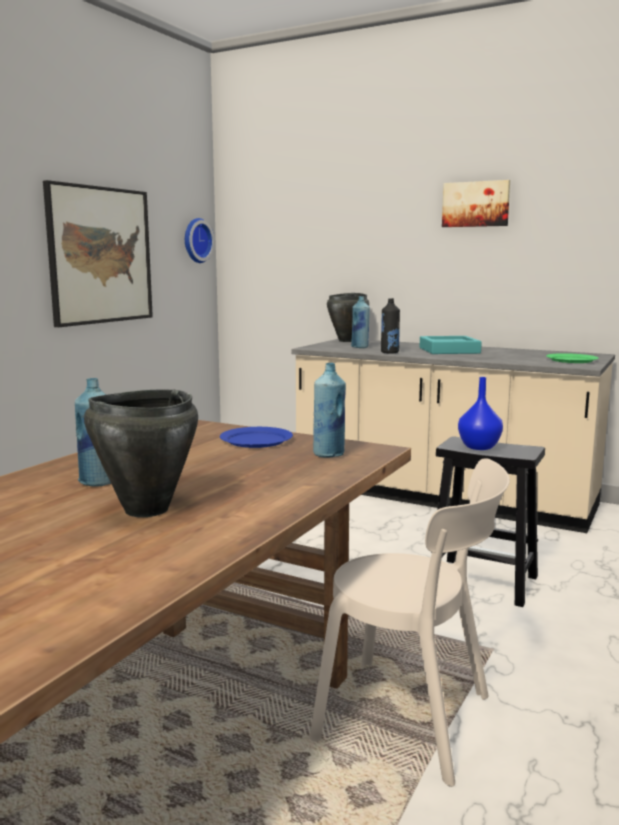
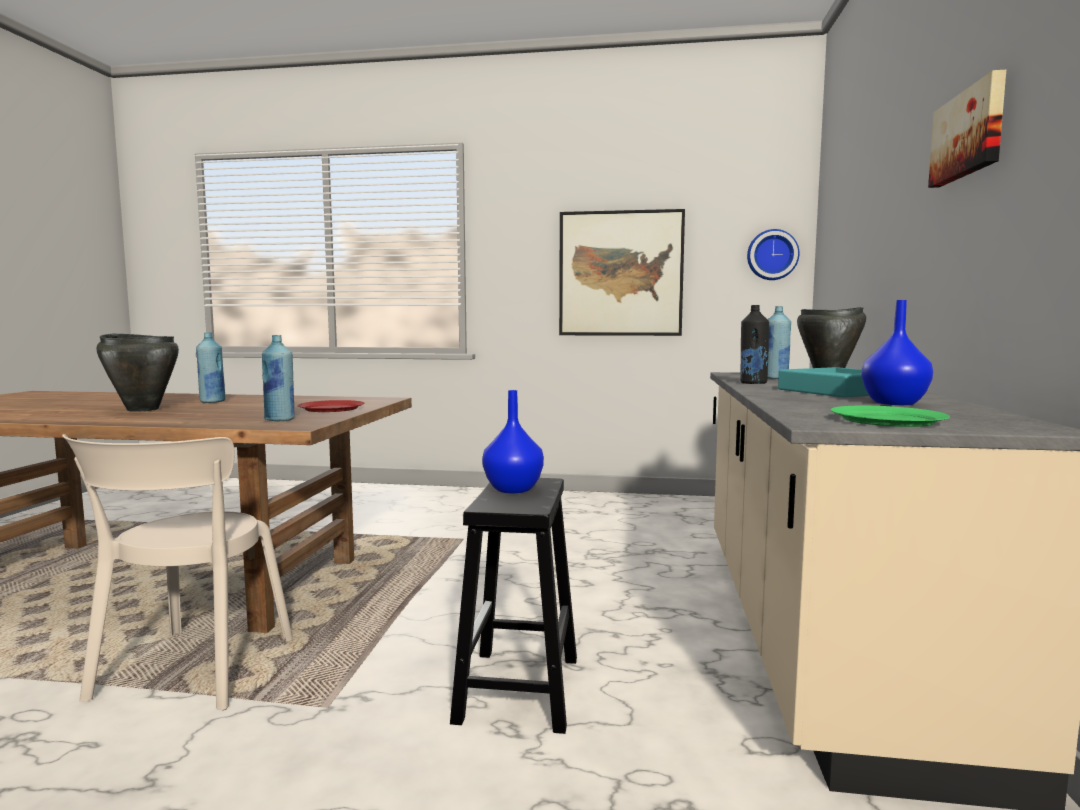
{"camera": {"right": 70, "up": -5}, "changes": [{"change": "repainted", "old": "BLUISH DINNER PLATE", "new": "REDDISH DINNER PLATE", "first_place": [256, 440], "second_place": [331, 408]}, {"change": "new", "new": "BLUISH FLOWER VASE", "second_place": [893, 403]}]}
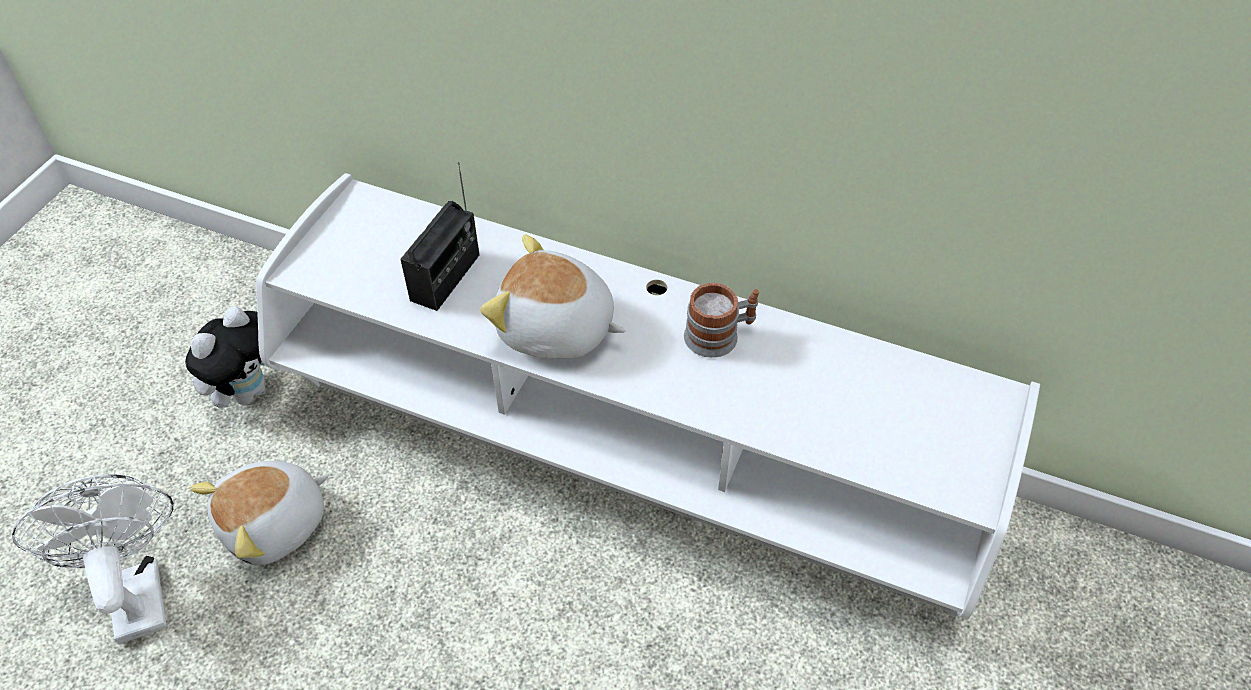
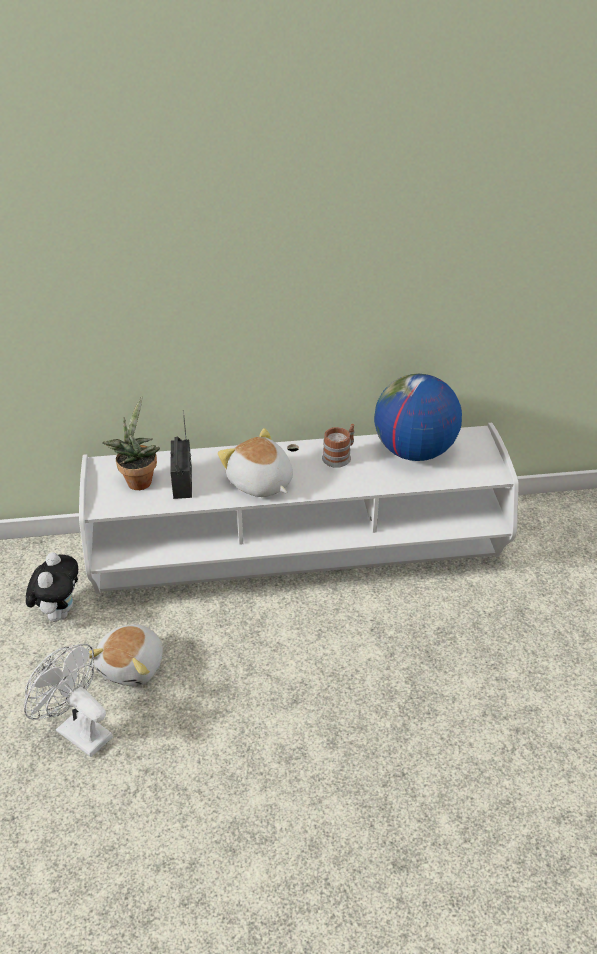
{"camera": {"right": -30, "up": -10}, "changes": [{"change": "new", "new": "POTTED PLANT", "second_place": [138, 480]}, {"change": "rotated", "old": "CUDDLY TOY", "first_place": [556, 330], "second_place": [259, 483], "degrees": 60}, {"change": "new", "new": "DESK GLOBE", "second_place": [414, 451]}]}
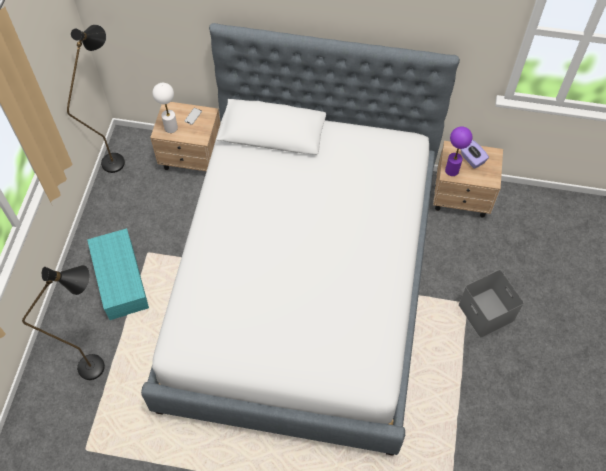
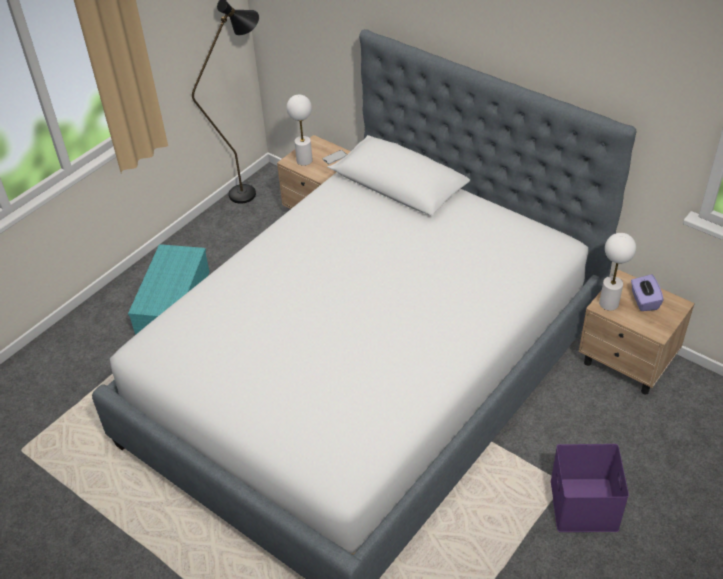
{"camera": {"right": 30, "up": -15}, "changes": [{"change": "repainted", "old": "GREY STORAGE BIN", "new": "PURPLE STORAGE BIN", "first_place": [484, 312], "second_place": [582, 503]}, {"change": "repainted", "old": "PURPLE TABLE LAMP", "new": "WHITE-COLOURED TABLE LAMP", "first_place": [451, 170], "second_place": [608, 303]}, {"change": "gone", "old": "BLACKISH FLOOR LAMP", "first_place": [101, 364]}]}
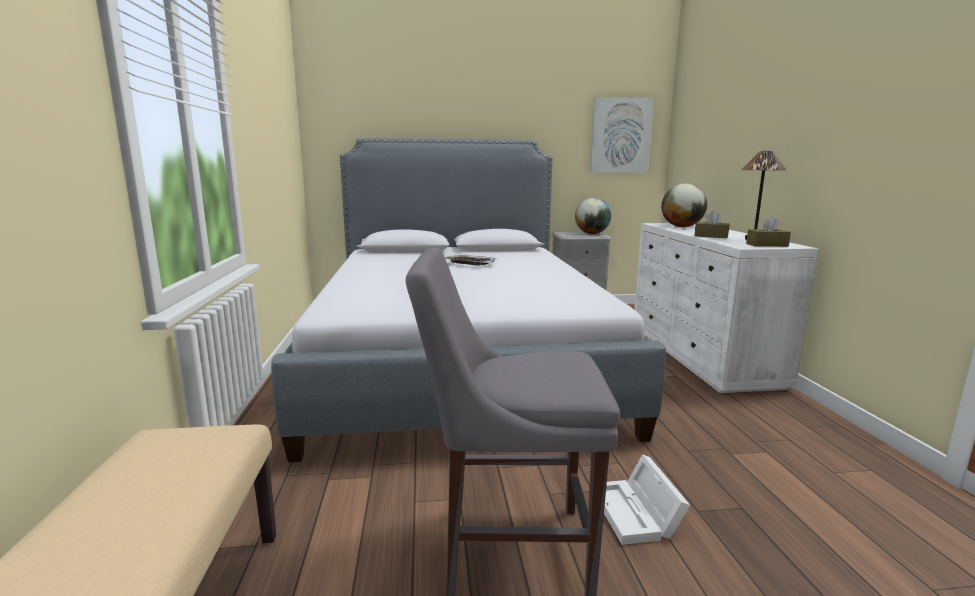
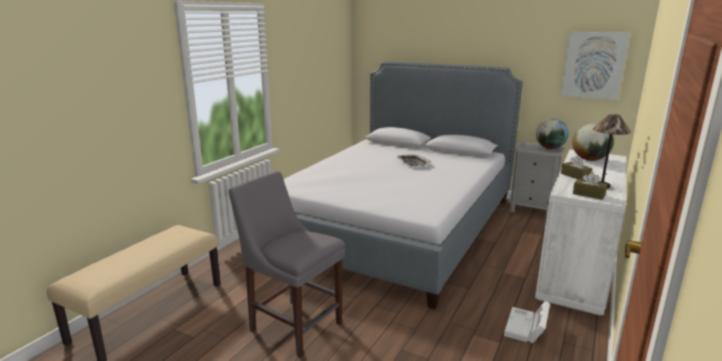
{"camera": {"right": 35, "up": 5}, "changes": [{"change": "shifted", "old": "WHITE-COLOURED STORAGE BIN", "first_place": [637, 514], "second_place": [526, 328]}]}
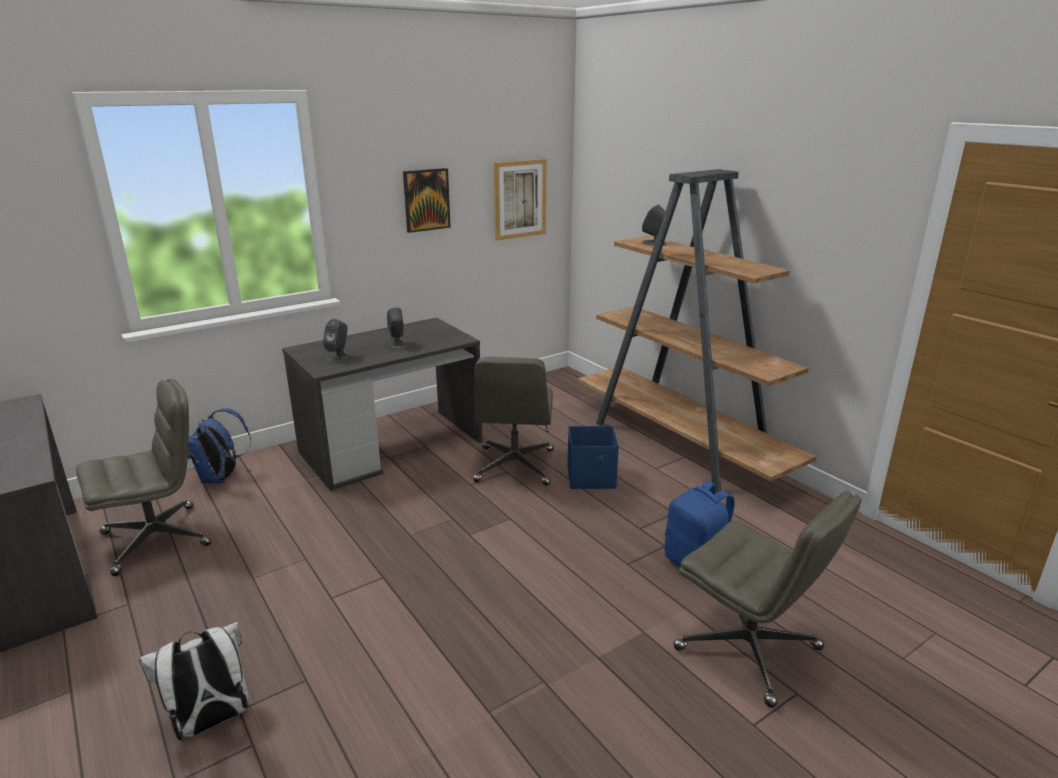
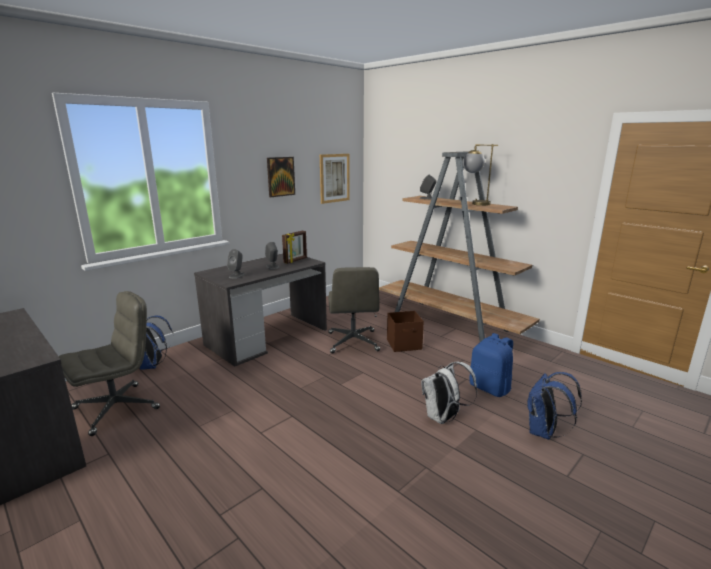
{"camera": {"right": -10, "up": -5}, "changes": [{"change": "new", "new": "PICTURE FRAME", "second_place": [295, 260]}, {"change": "repainted", "old": "BLUISH STORAGE BIN", "new": "BROWN-COLOURED STORAGE BIN", "first_place": [592, 478], "second_place": [404, 344]}, {"change": "shifted", "old": "WHITE-COLOURED BACKPACK", "first_place": [211, 721], "second_place": [443, 418]}, {"change": "new", "new": "TABLE LAMP", "second_place": [474, 203]}, {"change": "swapped", "old": "GREY OFFICE CHAIR", "new": "BLUISH BACKPACK", "first_place": [750, 649], "second_place": [544, 432]}]}
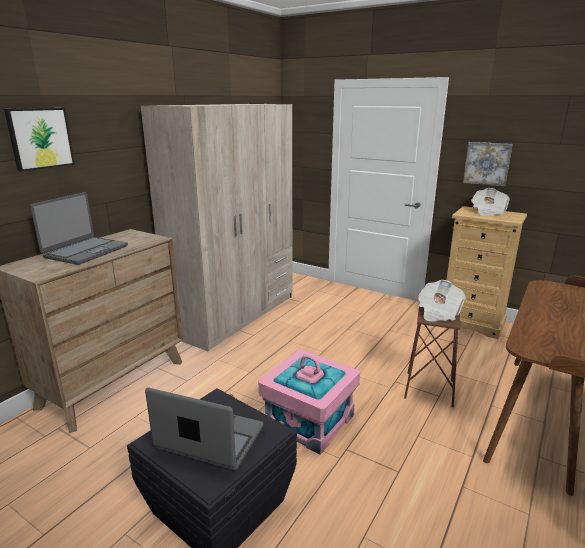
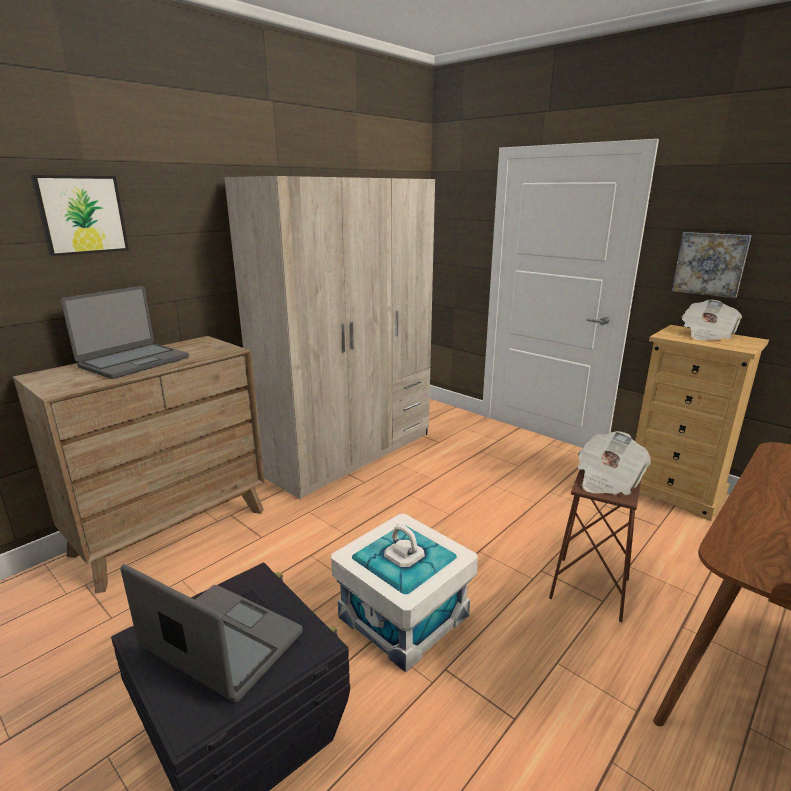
{"camera": {"right": 10, "up": 0}, "changes": [{"change": "repainted", "old": "PINK-COLOURED STORAGE BIN", "new": "WHITE-COLOURED STORAGE BIN", "first_place": [309, 420], "second_place": [404, 616]}]}
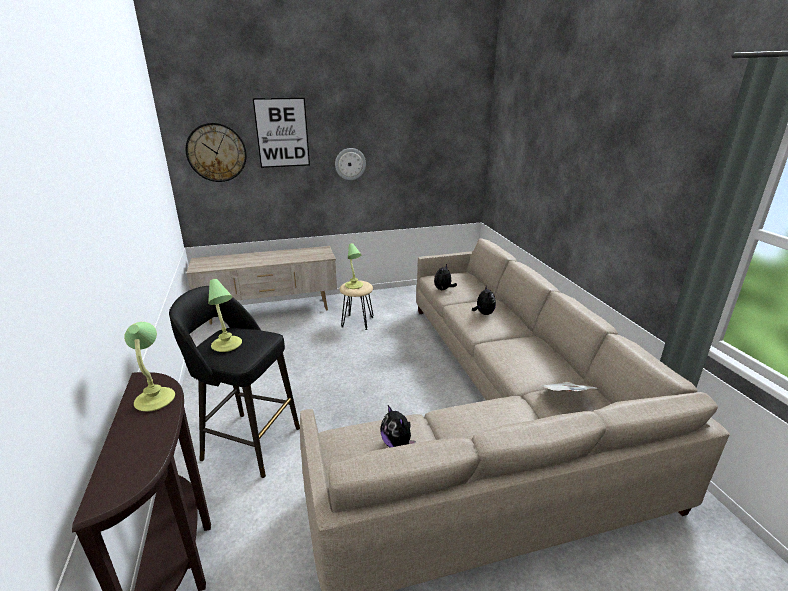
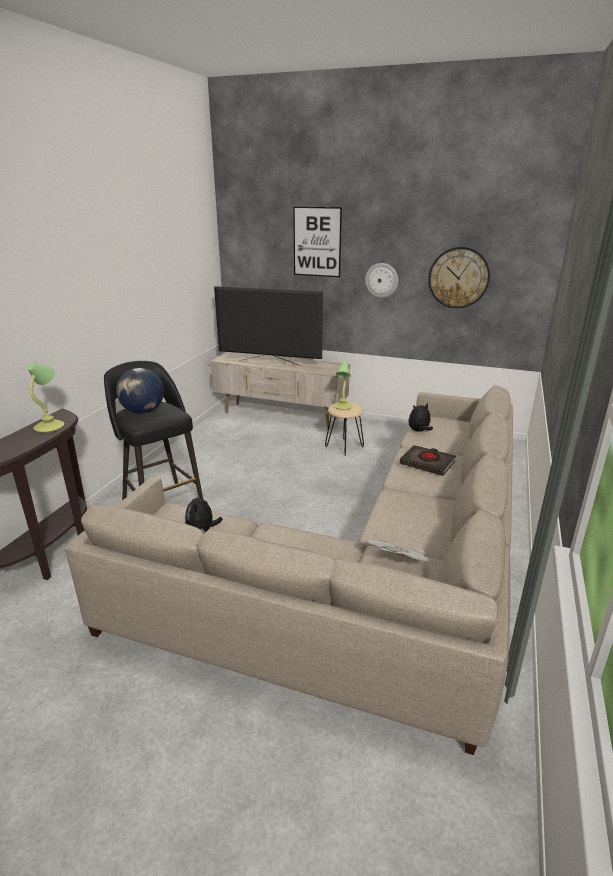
{"camera": {"right": 35, "up": 0}, "changes": [{"change": "swapped", "old": "TABLE LAMP", "new": "DESK GLOBE", "first_place": [226, 345], "second_place": [143, 412]}, {"change": "new", "new": "TV", "second_place": [269, 363]}, {"change": "swapped", "old": "CUDDLY TOY", "new": "BLACKISH BOUND BOOK", "first_place": [483, 313], "second_place": [427, 463]}, {"change": "shifted", "old": "HANGING CLOCK", "first_place": [216, 152], "second_place": [458, 278]}]}
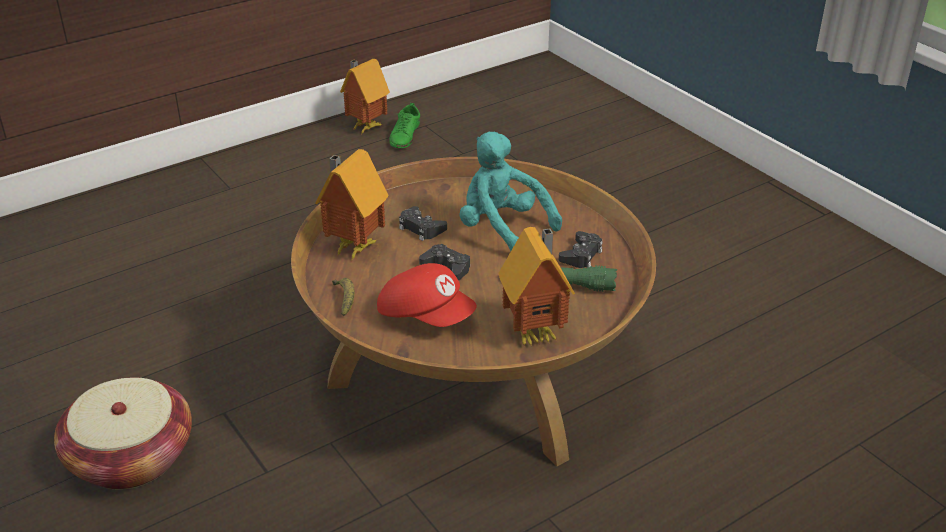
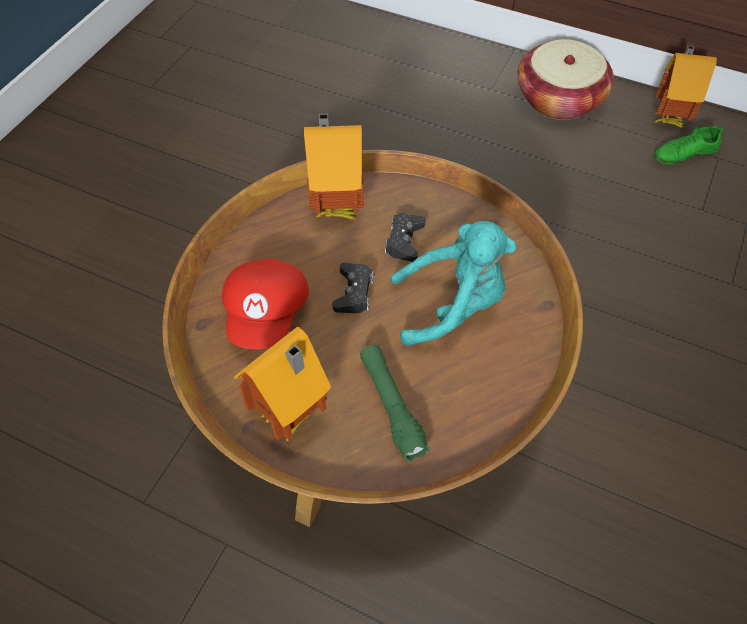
{"camera": {"right": 60, "up": 20}, "changes": [{"change": "rotated", "old": "TURQUOISE CUDDLY TOY", "first_place": [502, 229], "second_place": [452, 306], "degrees": 75}, {"change": "shifted", "old": "STORAGE BASKET", "first_place": [131, 458], "second_place": [558, 100]}, {"change": "gone", "old": "WHOLE BANANA", "first_place": [345, 300]}, {"change": "gone", "old": "BLACKISH GAME CONTROLLER", "first_place": [581, 255]}]}
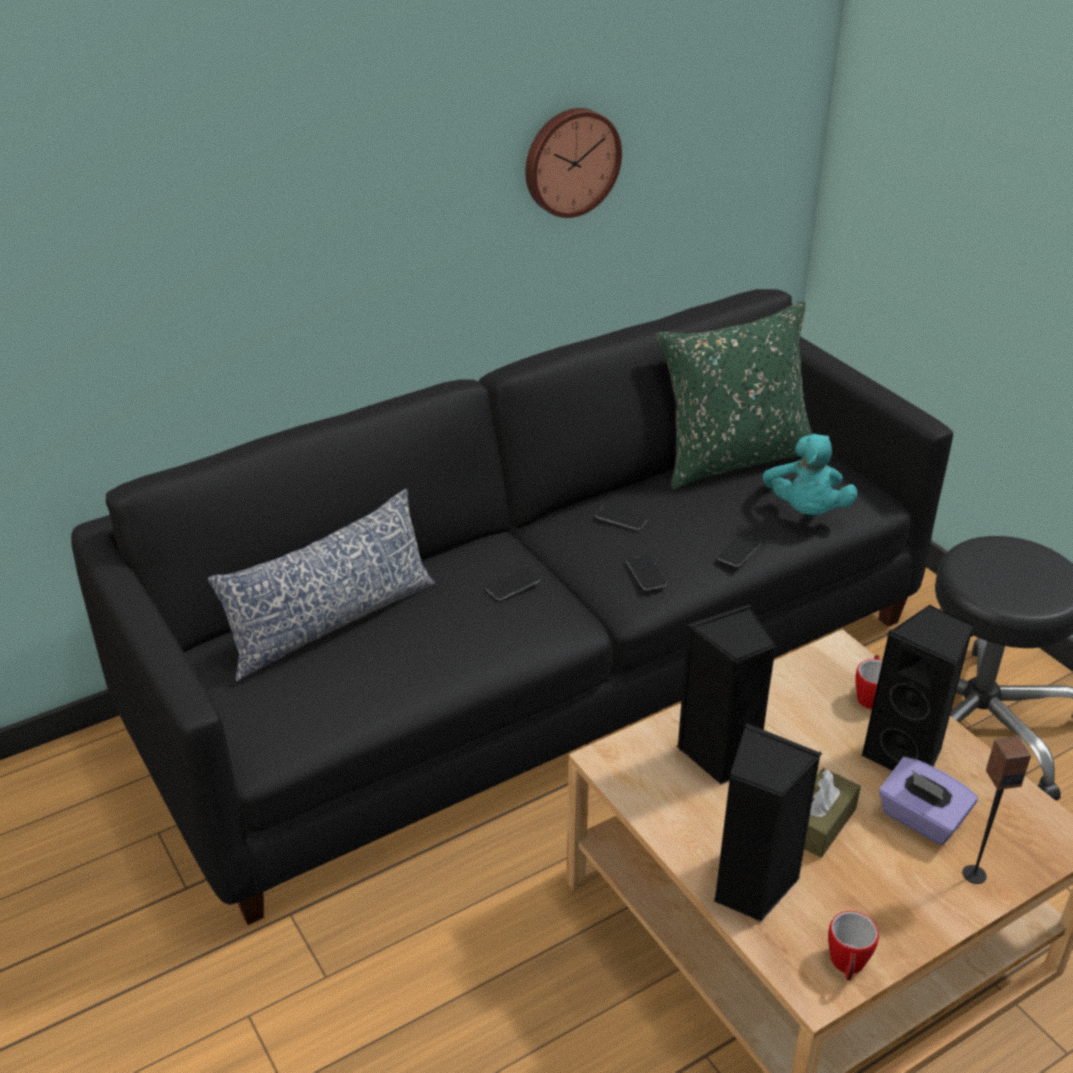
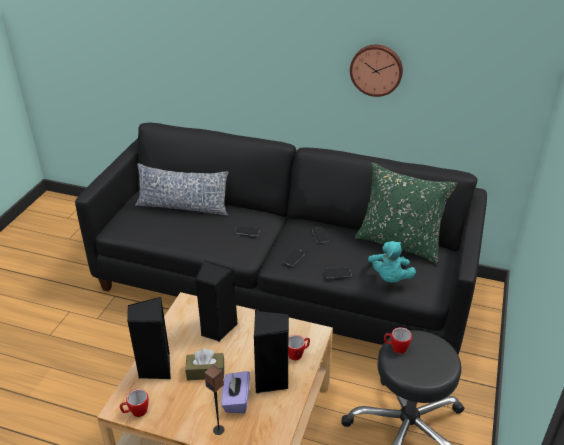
{"camera": {"right": 50, "up": 0}, "changes": [{"change": "rotated", "old": "TURQUOISE CUDDLY TOY", "first_place": [805, 511], "second_place": [389, 278], "degrees": -45}, {"change": "new", "new": "MUG", "second_place": [396, 348]}]}
